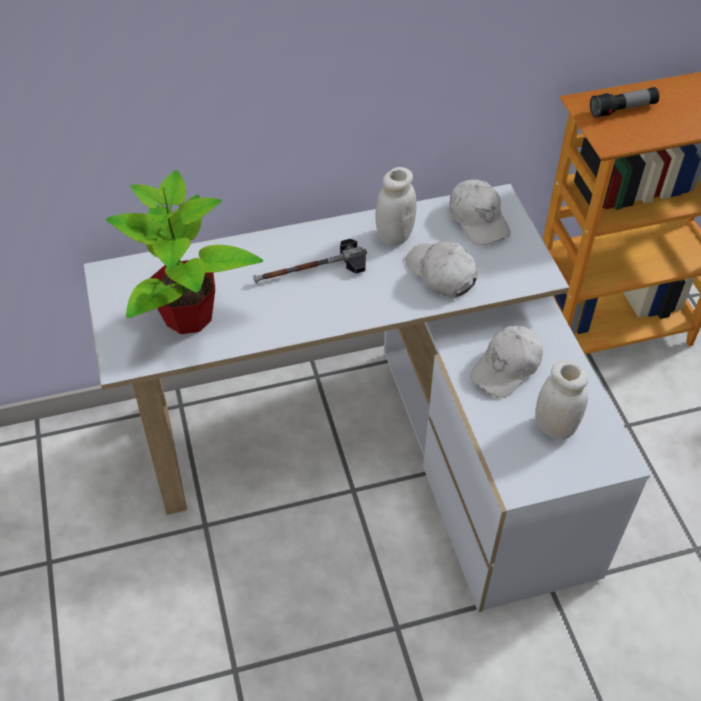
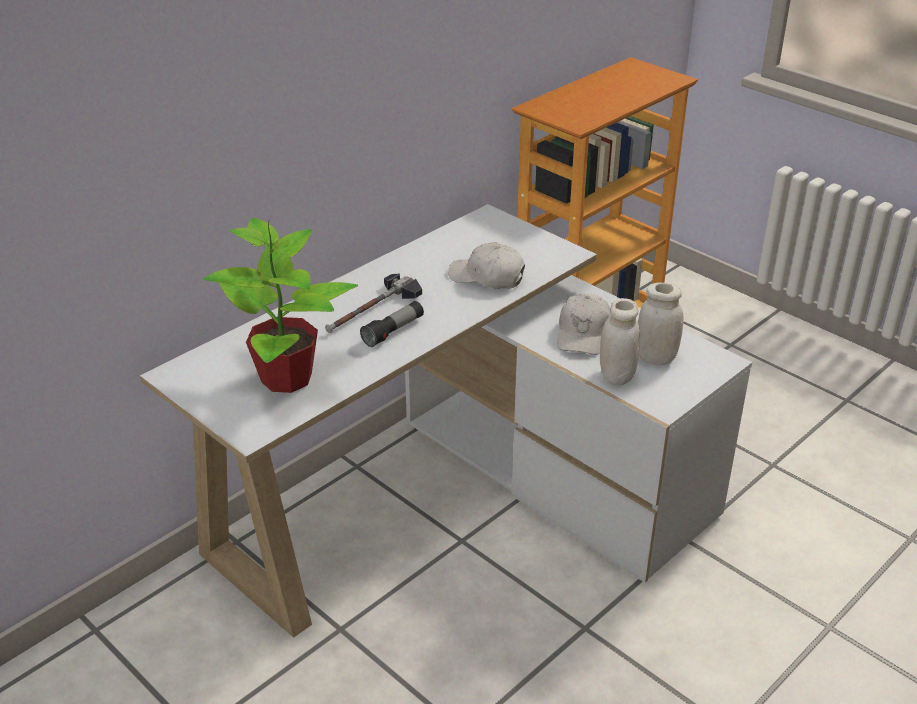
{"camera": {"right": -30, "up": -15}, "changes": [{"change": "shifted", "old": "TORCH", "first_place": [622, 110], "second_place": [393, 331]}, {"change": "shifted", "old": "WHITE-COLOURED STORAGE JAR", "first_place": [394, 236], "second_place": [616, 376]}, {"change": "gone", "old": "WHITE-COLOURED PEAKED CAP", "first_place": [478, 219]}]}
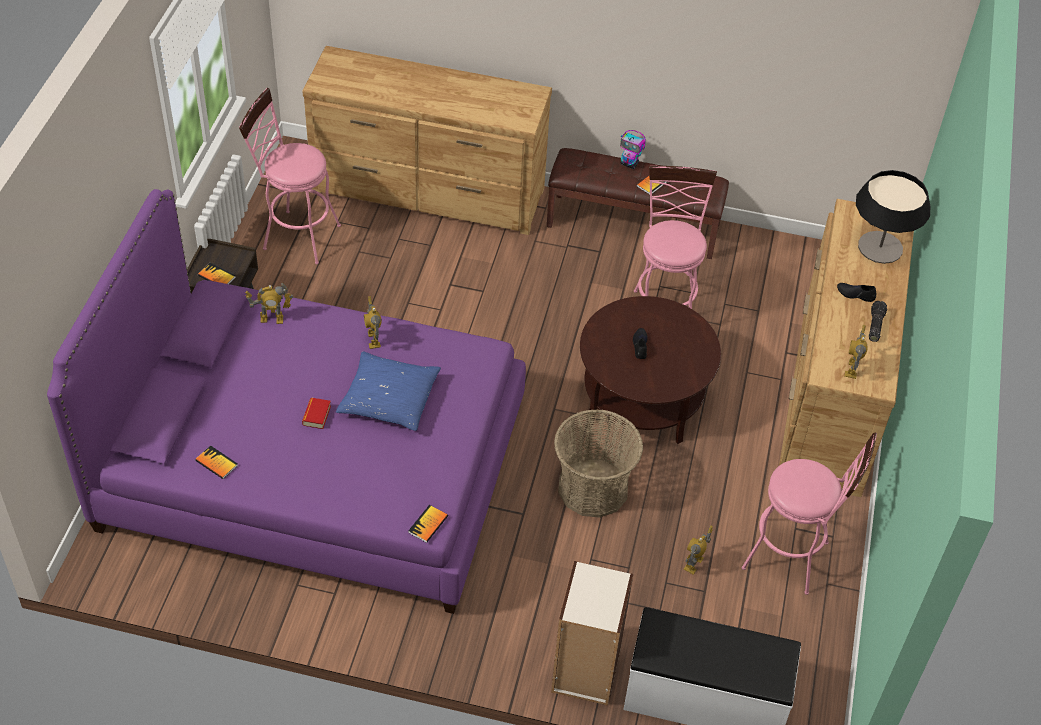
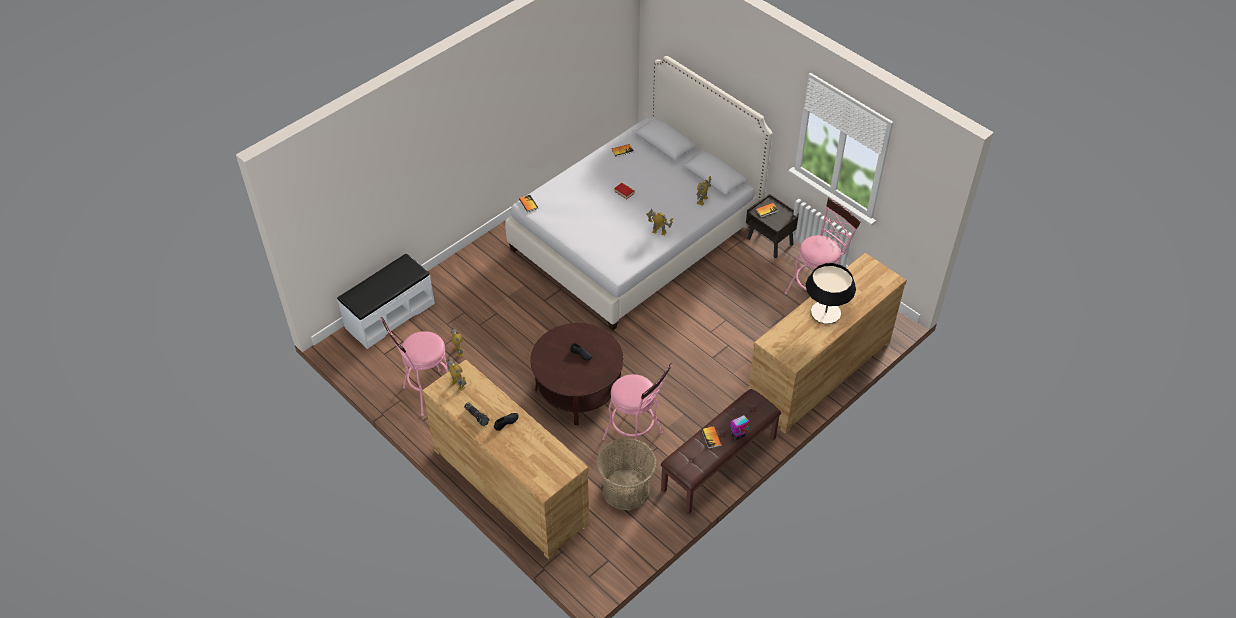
{"camera": {"right": 125, "up": 0}, "changes": [{"change": "repainted", "old": "PURPLE BEDROOM BED", "new": "WHITE-COLOURED BEDROOM BED", "first_place": [311, 468], "second_place": [636, 235]}, {"change": "shifted", "old": "STORAGE BASKET", "first_place": [592, 488], "second_place": [626, 489]}, {"change": "shifted", "old": "TABLE LAMP", "first_place": [880, 247], "second_place": [825, 312]}, {"change": "gone", "old": "BLUISH THROW PILLOW", "first_place": [389, 399]}, {"change": "gone", "old": "BOOKSHELF", "first_place": [585, 671]}]}
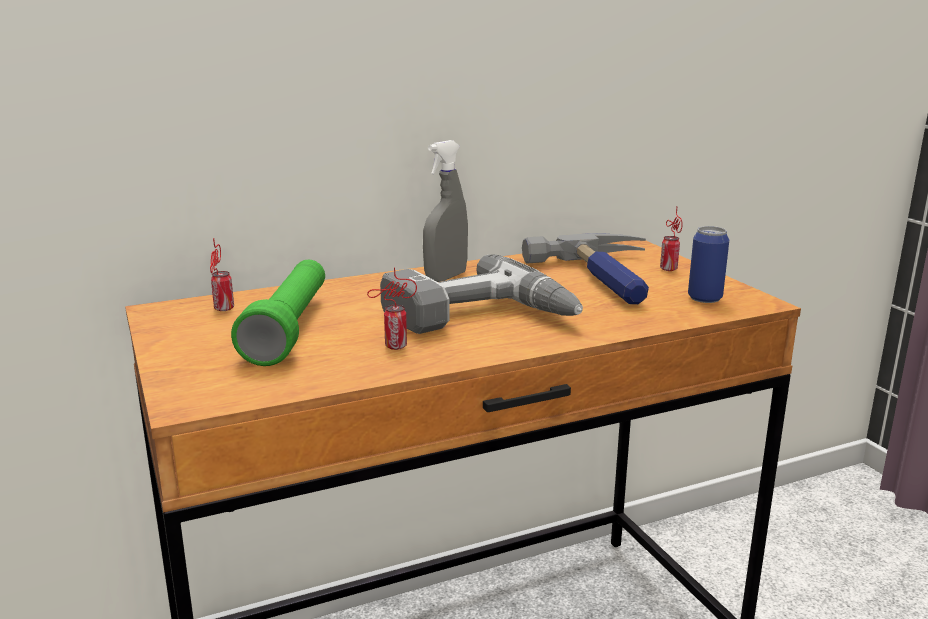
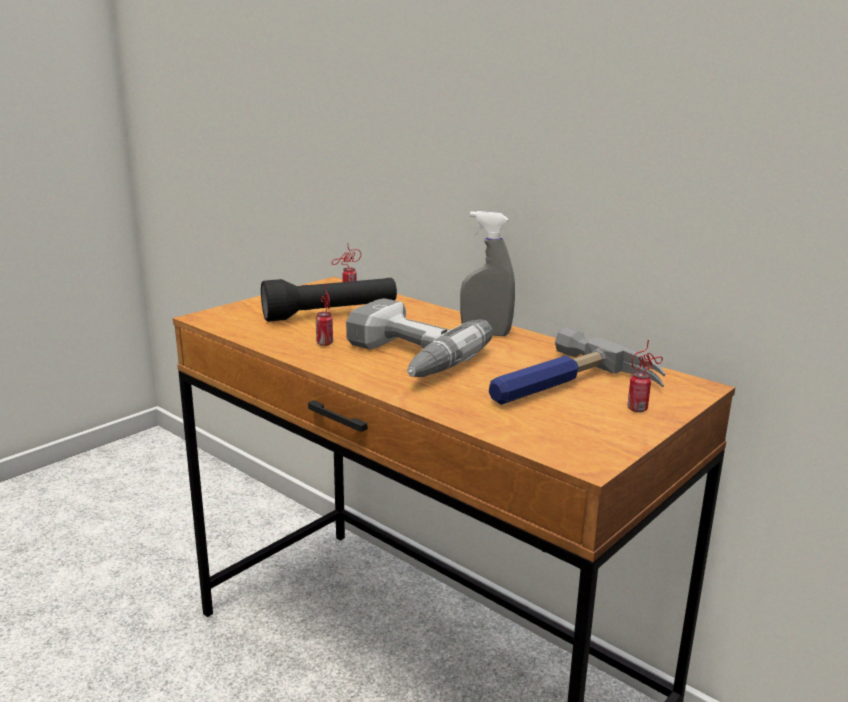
{"camera": {"right": 65, "up": 0}, "changes": [{"change": "repainted", "old": "GREEN-COLOURED TORCH", "new": "BLACKISH TORCH", "first_place": [290, 329], "second_place": [331, 314]}, {"change": "gone", "old": "METAL CAN", "first_place": [704, 298]}]}
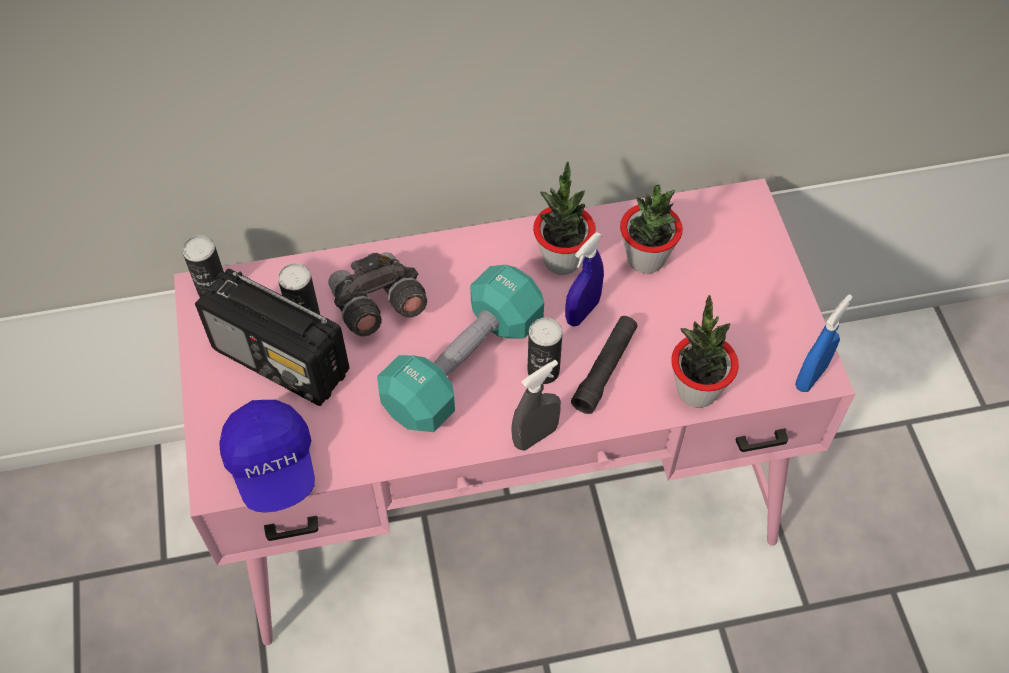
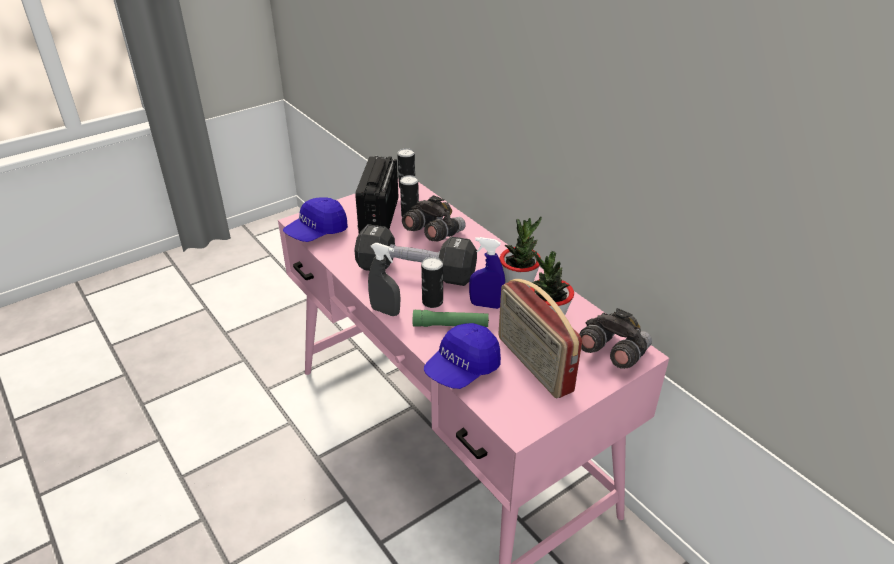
{"camera": {"right": 65, "up": -20}, "changes": [{"change": "repainted", "old": "TURQUOISE DUMBBELL", "new": "BLACKISH DUMBBELL", "first_place": [463, 365], "second_place": [416, 272]}, {"change": "repainted", "old": "BLACKISH TORCH", "new": "GREEN-COLOURED TORCH", "first_place": [605, 369], "second_place": [450, 325]}, {"change": "swapped", "old": "POTTED PLANT", "new": "BLUISH PEAKED CAP", "first_place": [697, 390], "second_place": [462, 369]}, {"change": "new", "new": "RADIO RECEIVER", "second_place": [533, 364]}, {"change": "new", "new": "GREY PAIR OF BINOCULARS", "second_place": [612, 353]}, {"change": "gone", "old": "BLUISH HAND SPRAYER", "first_place": [811, 376]}]}
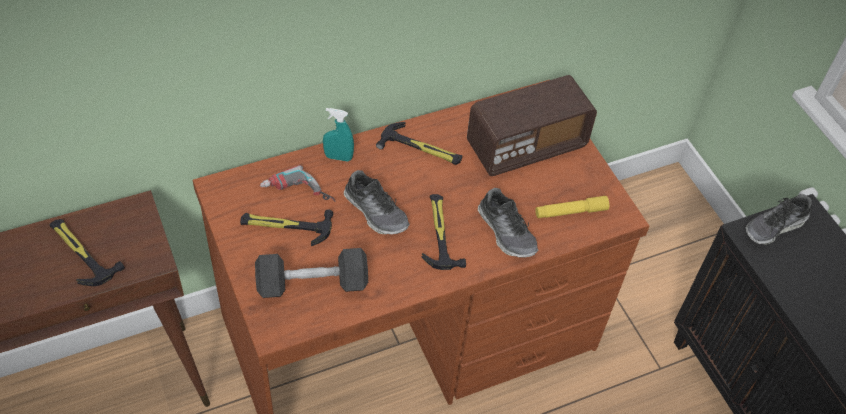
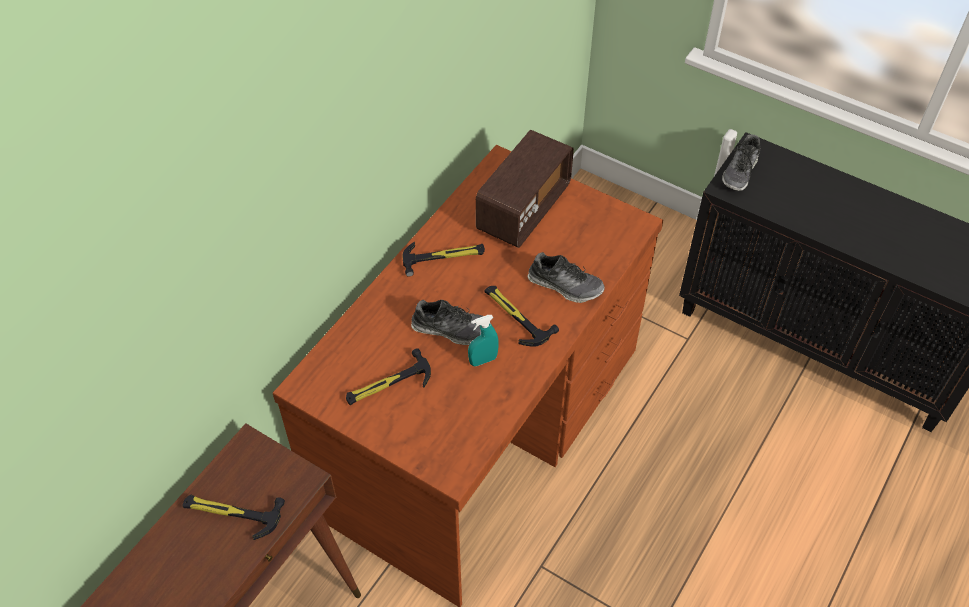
{"camera": {"right": -30, "up": 0}, "changes": [{"change": "shifted", "old": "TURQUOISE HAND SPRAYER", "first_place": [338, 157], "second_place": [483, 360]}, {"change": "gone", "old": "BLACKISH DUMBBELL", "first_place": [312, 284]}, {"change": "gone", "old": "ELECTRIC DRILL", "first_place": [296, 195]}, {"change": "gone", "old": "YELLOW TORCH", "first_place": [570, 212]}]}
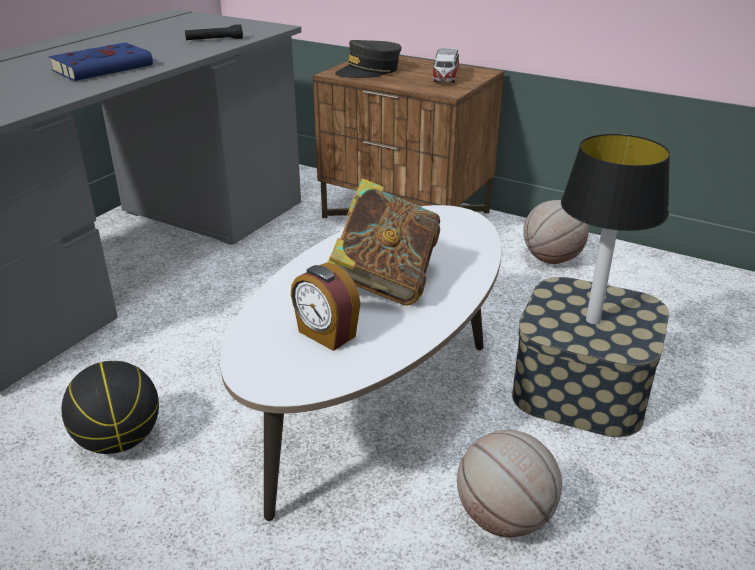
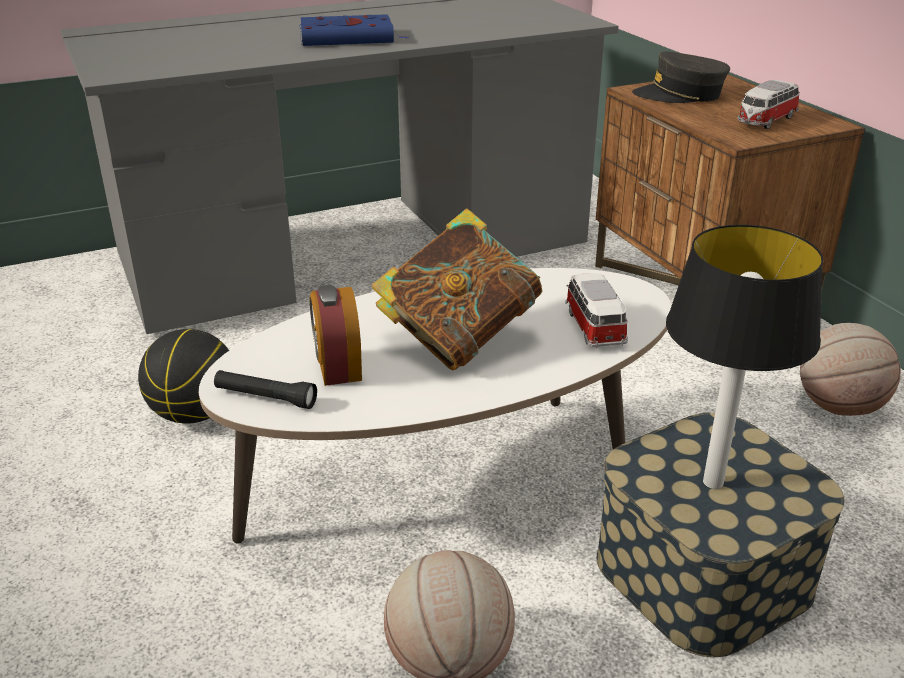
{"camera": {"right": 35, "up": 0}, "changes": [{"change": "shifted", "old": "BLACKISH TORCH", "first_place": [214, 40], "second_place": [265, 398]}, {"change": "new", "new": "TOY CAR", "second_place": [593, 326]}]}
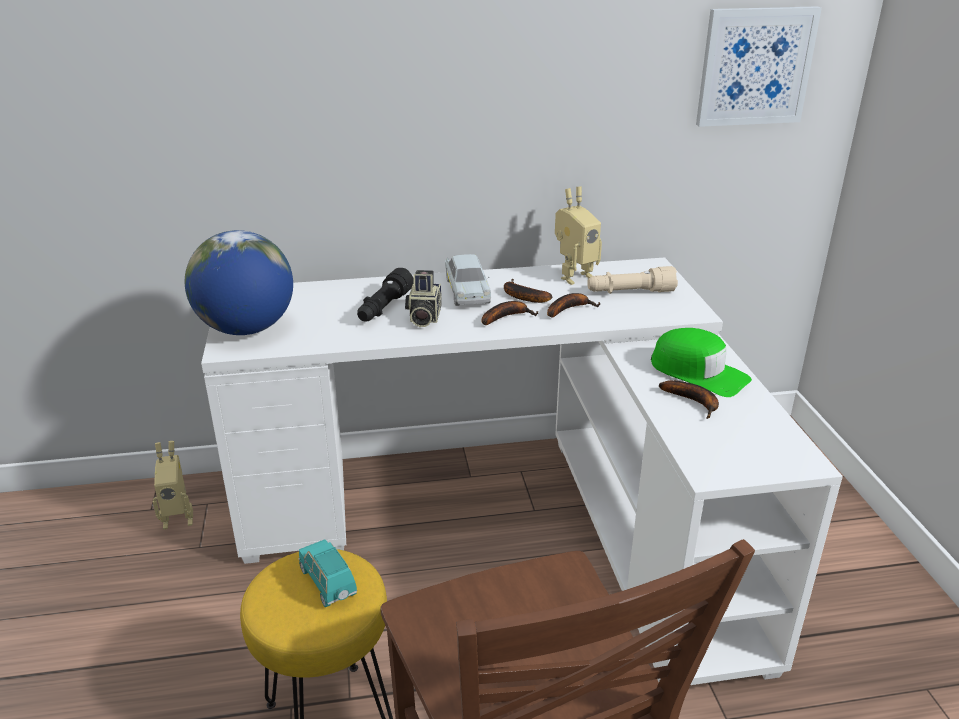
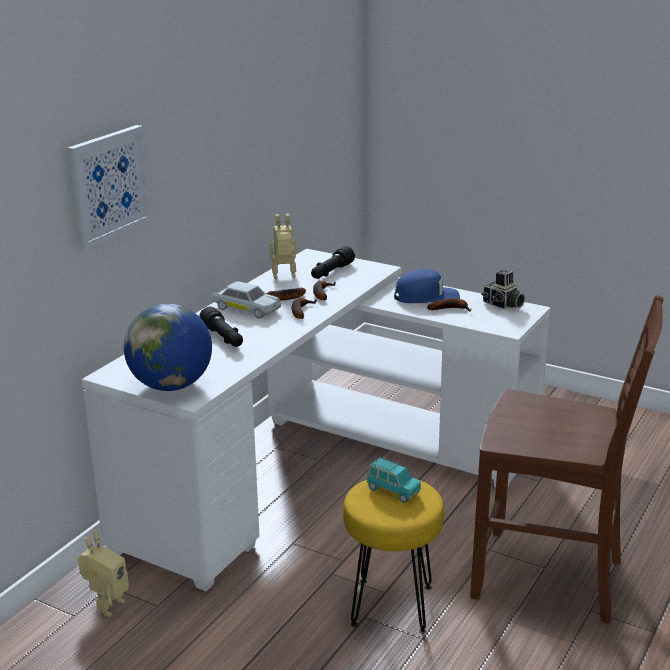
{"camera": {"right": -50, "up": -5}, "changes": [{"change": "shifted", "old": "PICTURE", "first_place": [755, 66], "second_place": [108, 185]}, {"change": "rotated", "old": "TOY ROBOT", "first_place": [573, 276], "second_place": [284, 277], "degrees": -105}, {"change": "repainted", "old": "BEIGE TORCH", "new": "BLACKISH TORCH", "first_place": [630, 292], "second_place": [331, 272]}, {"change": "rotated", "old": "TURQUOISE TOY CAR", "first_place": [328, 583], "second_place": [392, 491], "degrees": -150}, {"change": "repainted", "old": "GREEN-COLOURED PEAKED CAP", "new": "BLUISH PEAKED CAP", "first_place": [698, 372], "second_place": [426, 296]}, {"change": "shifted", "old": "STILL CAMERA", "first_place": [423, 317], "second_place": [503, 305]}]}
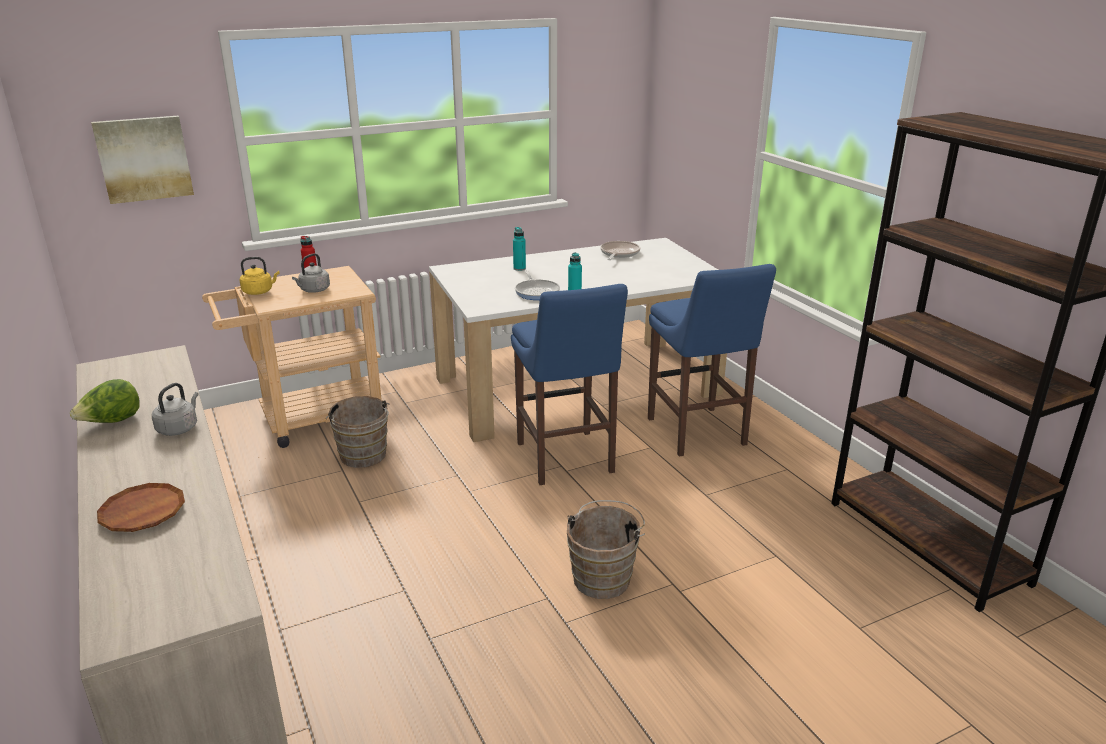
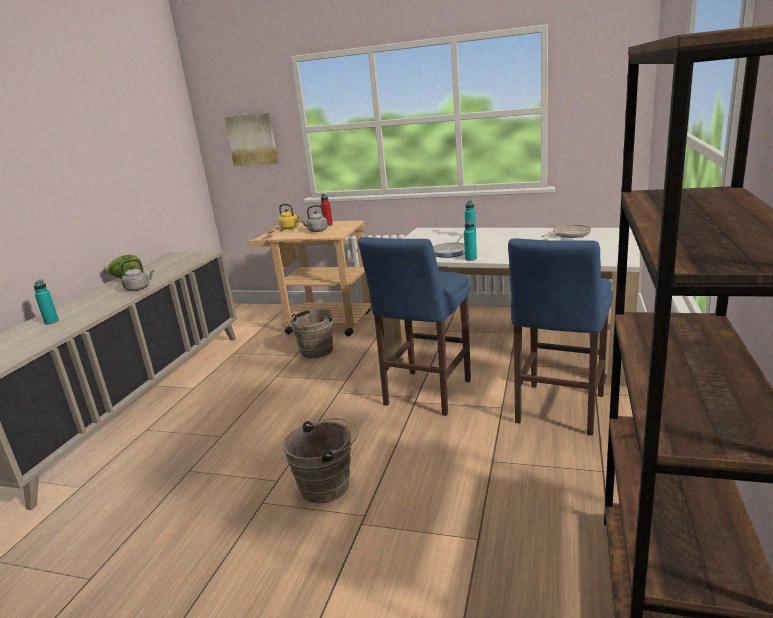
{"camera": {"right": 45, "up": -5}, "changes": [{"change": "swapped", "old": "BROWN-COLOURED DINNER PLATE", "new": "TURQUOISE BOTTLE", "first_place": [143, 512], "second_place": [51, 322]}]}
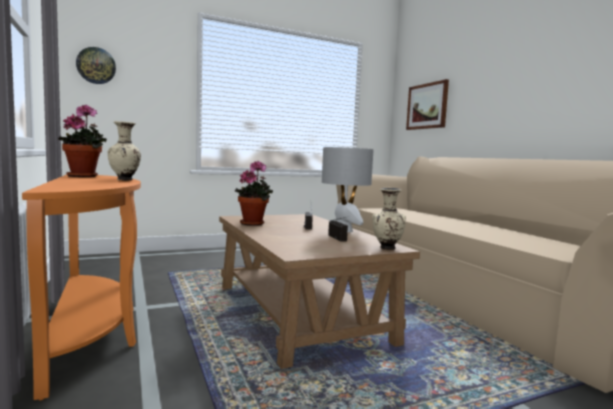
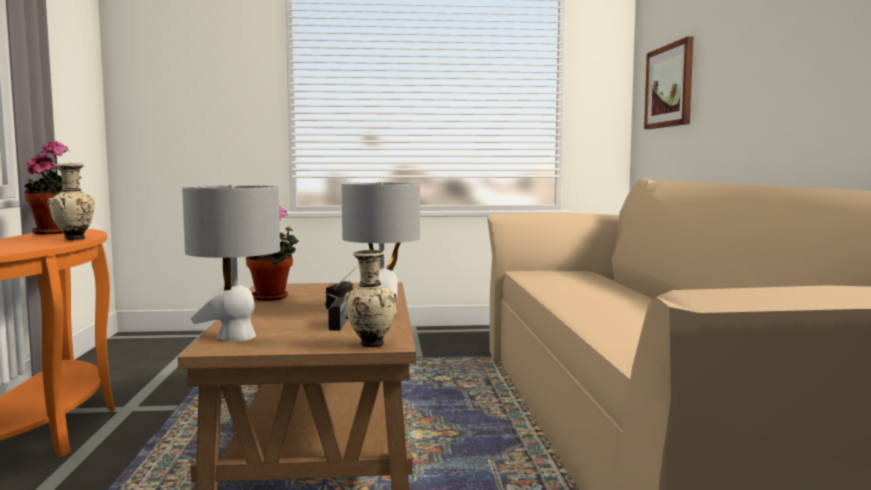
{"camera": {"right": 20, "up": 0}, "changes": [{"change": "new", "new": "GREY TABLE LAMP", "second_place": [236, 337]}, {"change": "gone", "old": "HANGING CLOCK", "first_place": [96, 65]}]}
